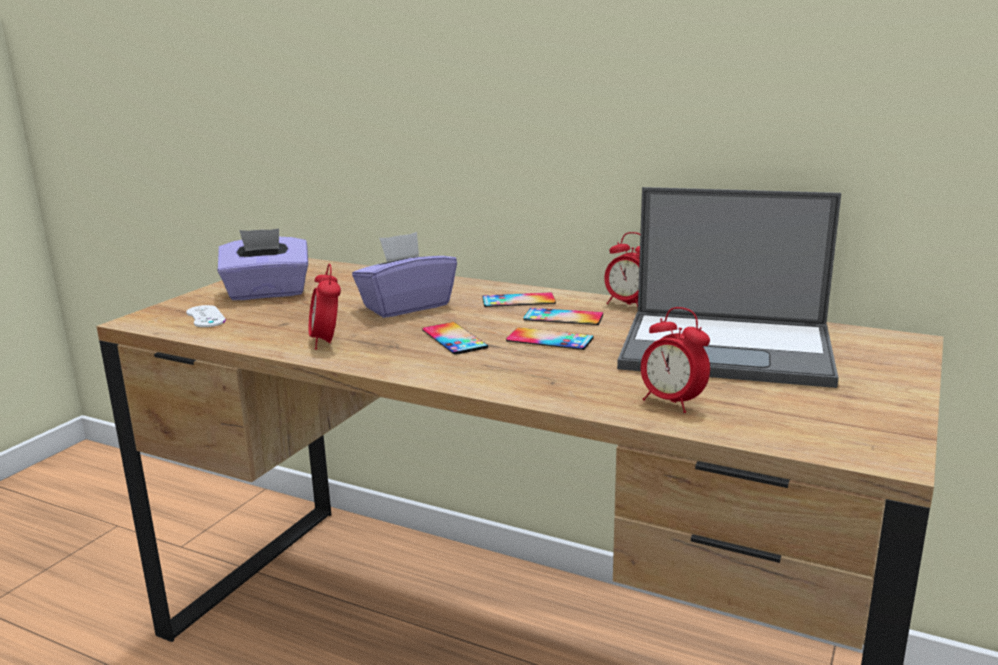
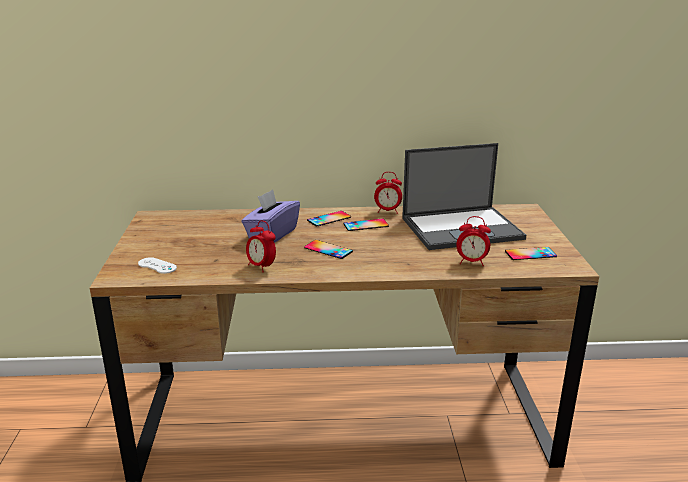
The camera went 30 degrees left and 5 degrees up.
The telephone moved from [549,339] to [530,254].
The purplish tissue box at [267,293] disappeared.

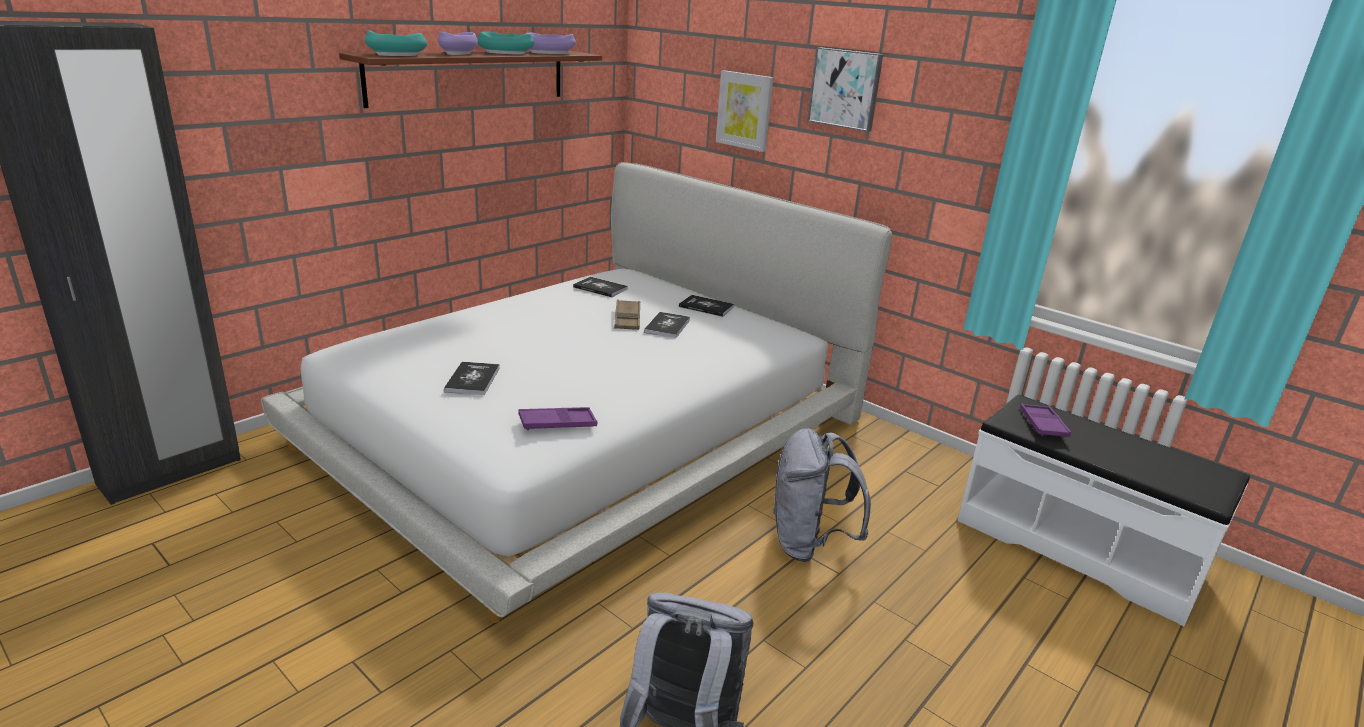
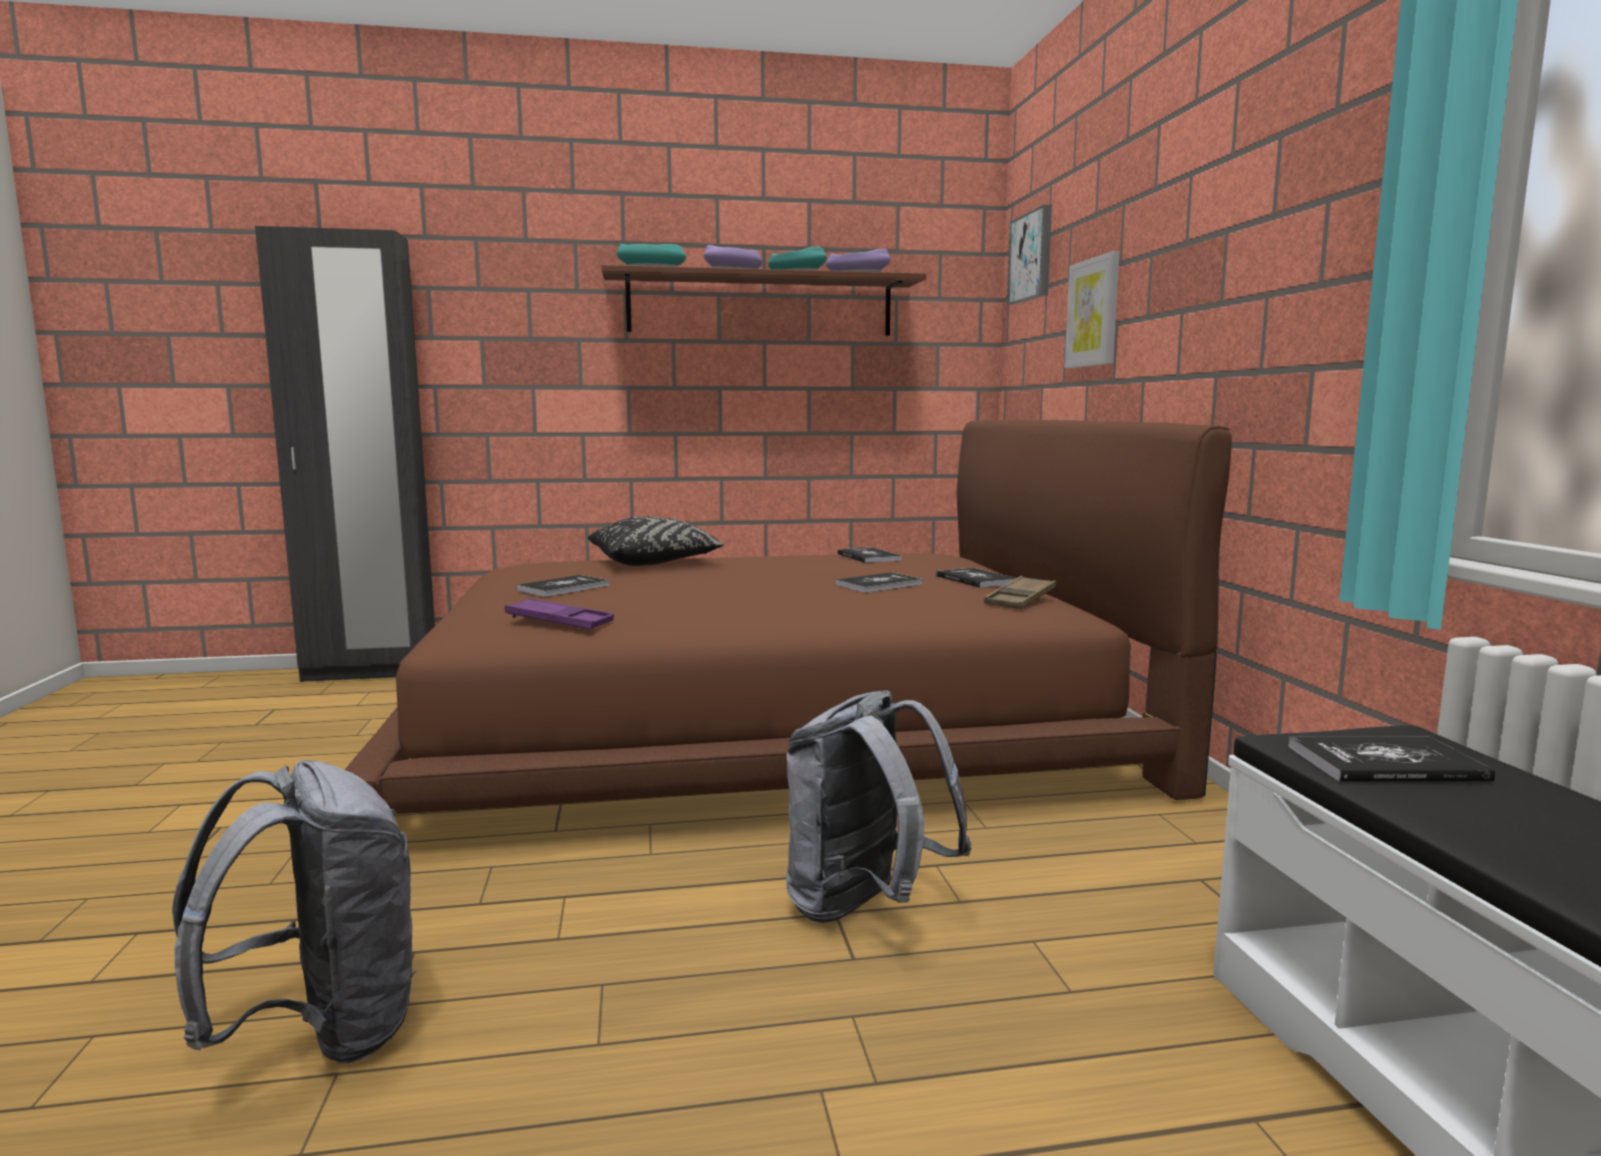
The camera went 40 degrees right and 15 degrees down.
The white bed at [588,428] became the brown-coloured bed at [769,721].
The black-coloured cushion at [655,562] appeared.
The brown-coloured serving tray moved from [627,319] to [1020,600].
The picture moved from [845,88] to [1032,257].
The purplish serving tray at [1042,425] was replaced by the bound book at [1386,763].

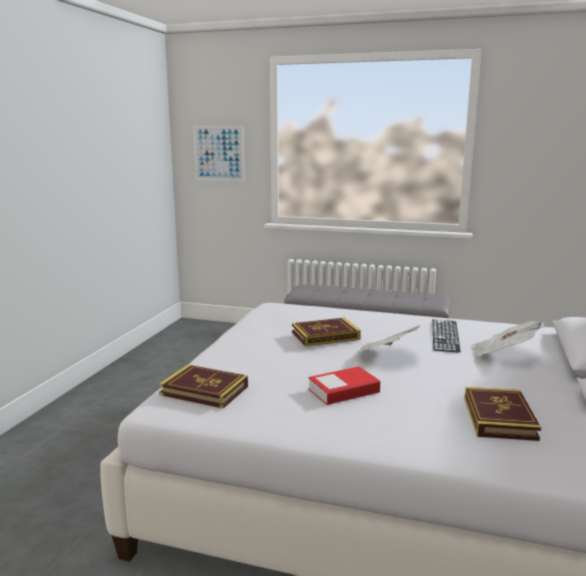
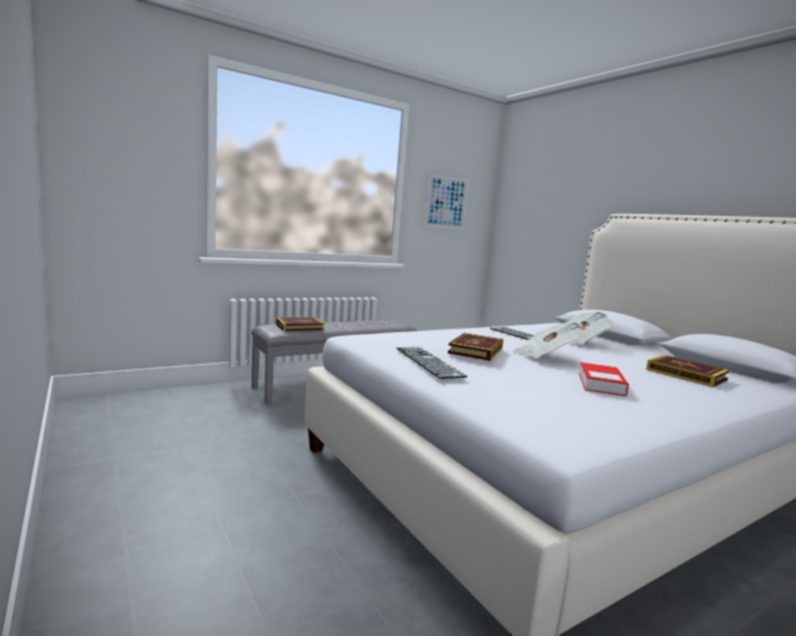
The camera went 50 degrees left and 5 degrees down.
The bound book moved from [204,390] to [300,327].
The computer keyboard at [428,362] appeared.
The picture moved from [219,153] to [446,202].

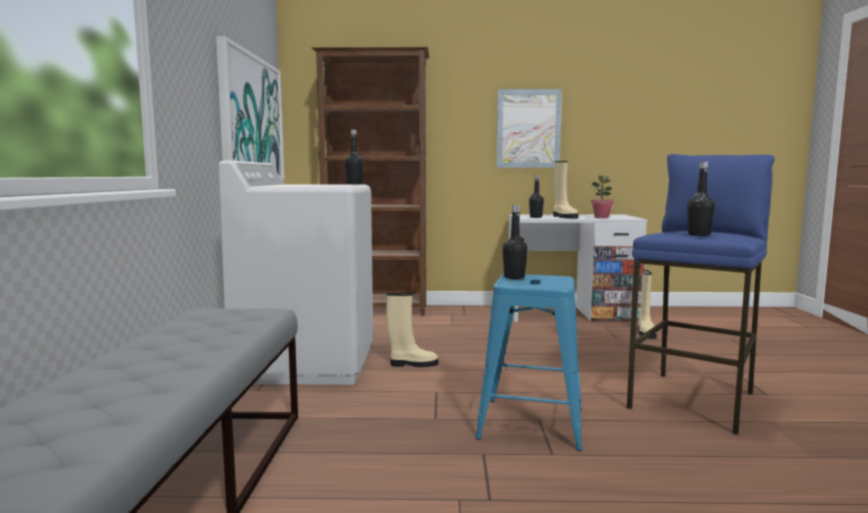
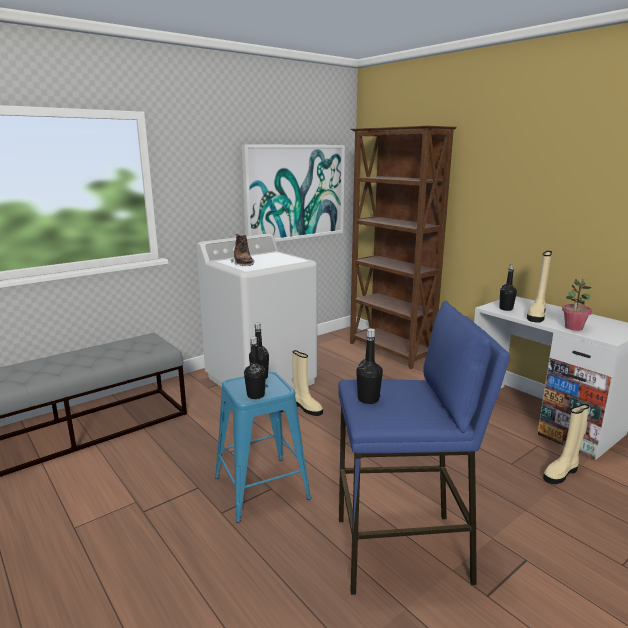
The camera went 50 degrees right and 10 degrees up.
The brown-coloured tall boot at [243,265] appeared.
The black-coloured beverage bottle moved from [354,184] to [255,395].
The picture at [528,129] disappeared.

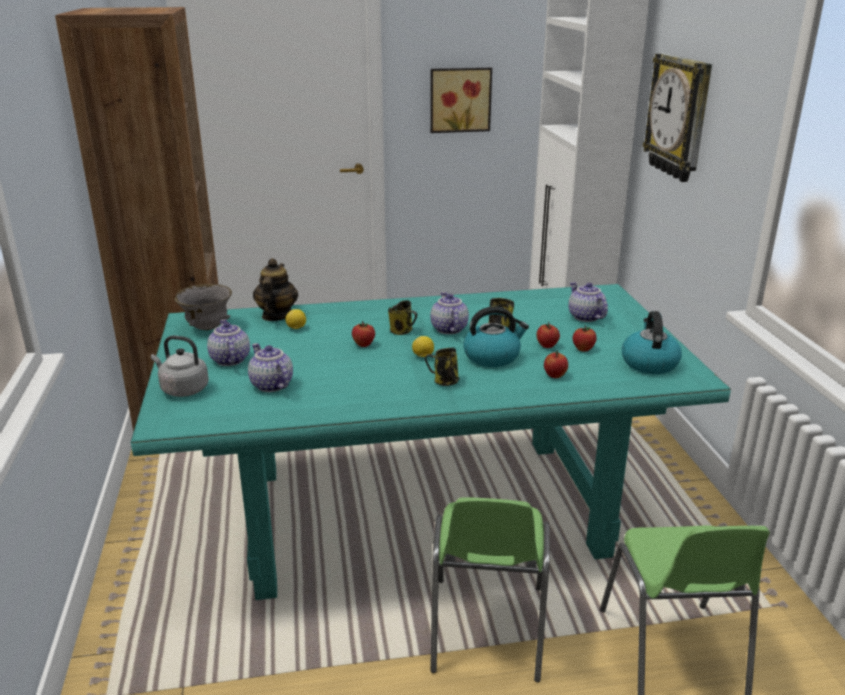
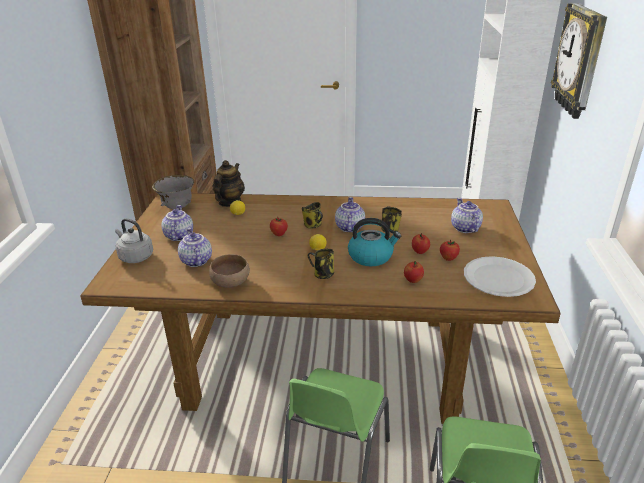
The camera went 15 degrees right and 5 degrees up.
The turquoise dinner table at [420,510] became the brown-coloured dinner table at [322,359].
The brown-coloured bowl at [231,283] appeared.
The water kettle at [649,363] was replaced by the white plate at [498,278].
The picture at [459,99] disappeared.

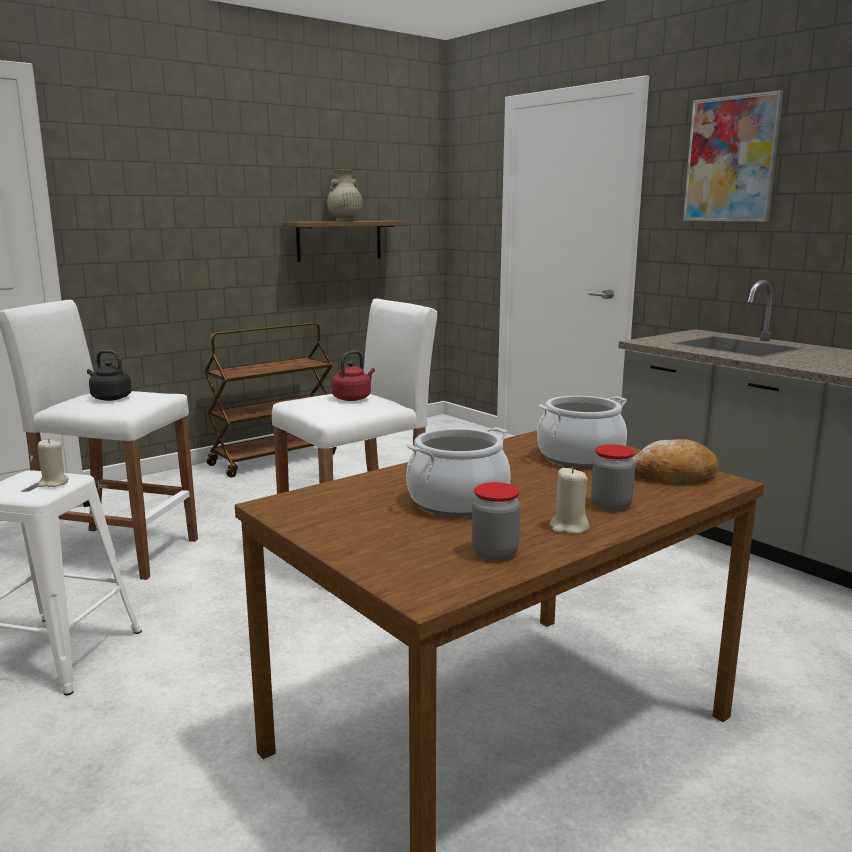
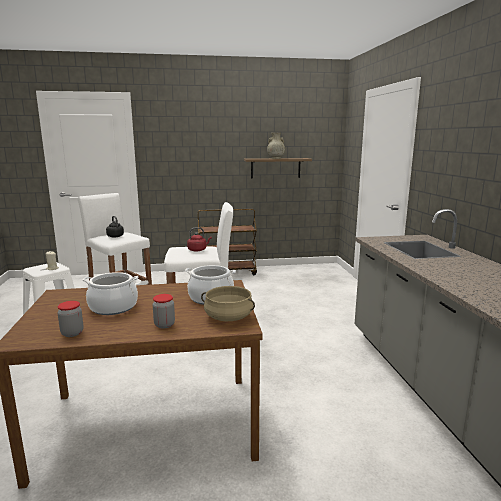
The camera went 30 degrees right and 0 degrees up.
The bread at [672,475] was replaced by the sand-coloured cooking pot at [228,317].
The sand-coloured wax light at [569,527] disappeared.
The picture at [731,159] disappeared.

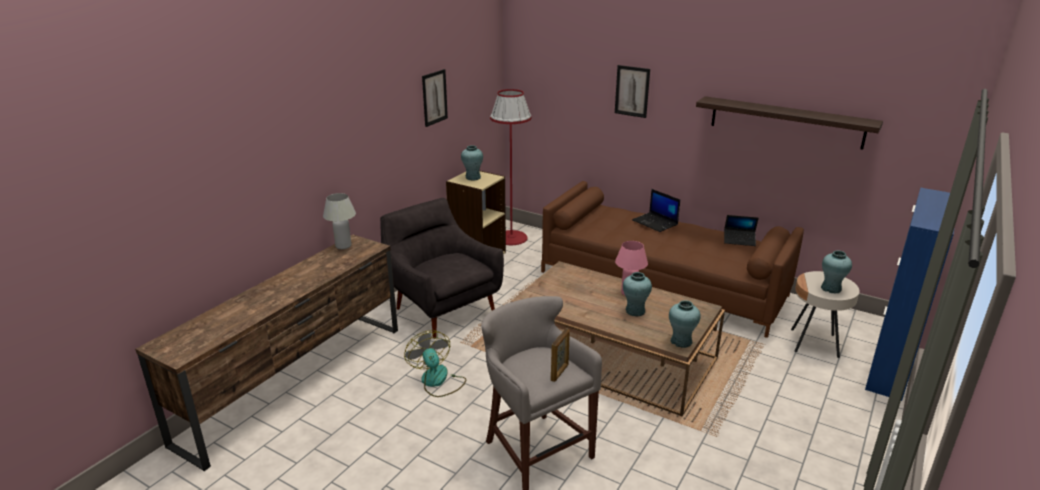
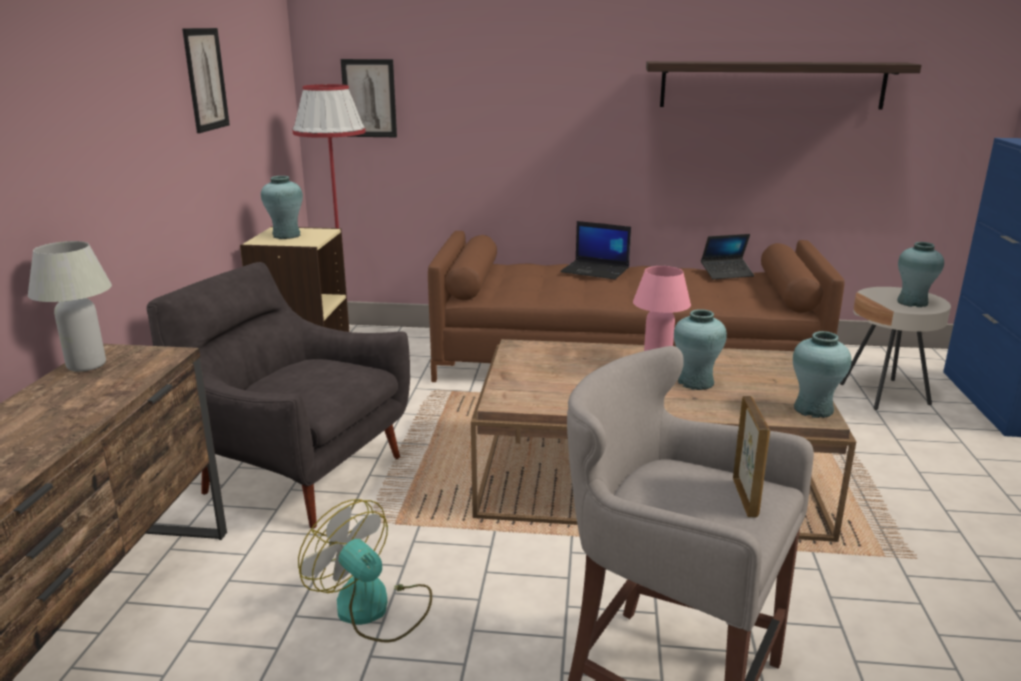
The camera went 25 degrees left and 5 degrees down.
The picture moved from [632,91] to [369,98].

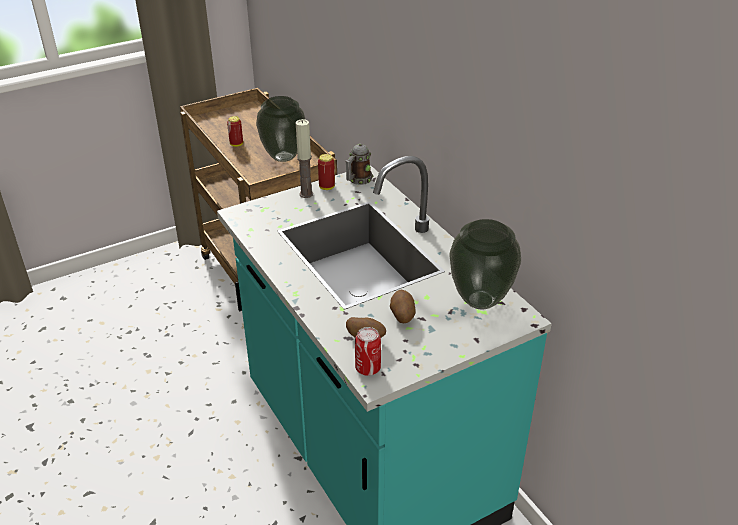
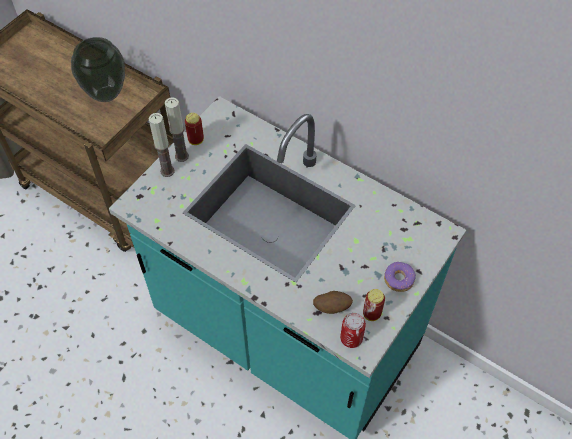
The camera went 25 degrees left and 20 degrees up.
The wax light at [167,171] appeared.
The sealed can moved from [236,144] to [371,314].
The ring doughnut at [399,279] appeared.
The coffee mug at [358,180] disappeared.
The potato at [402,316] disappeared.
The decorative vase at [479,300] disappeared.

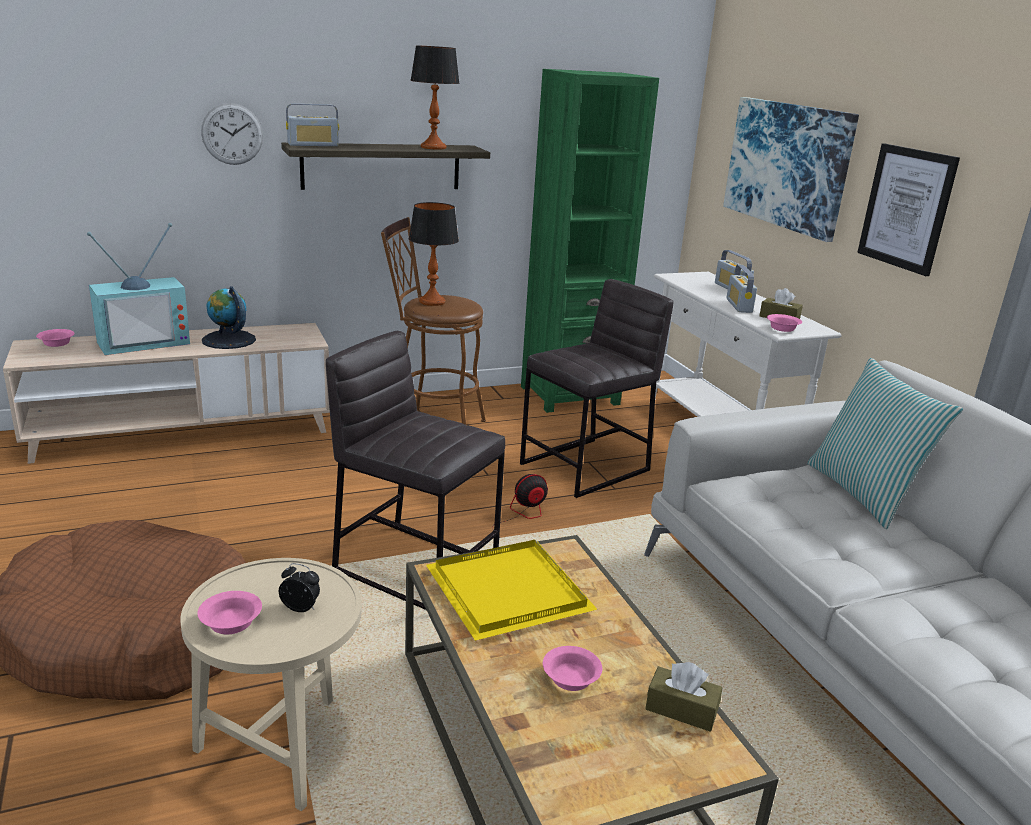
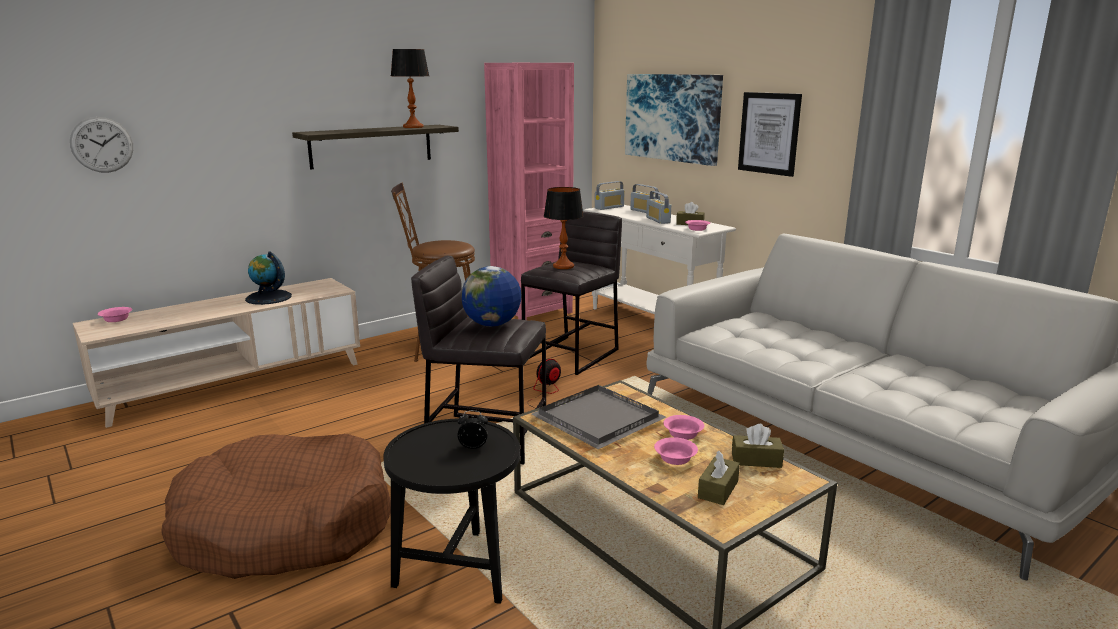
The camera went 15 degrees left and 5 degrees down.
The wall clock moved from [232,134] to [102,145].
The sand-coloured end table at [281,746] became the black-coloured end table at [458,568].
The globe at [492,324] appeared.
The greenish shelving unit at [569,395] became the pink shelving unit at [532,312].
The yellow-coloured serving tray at [505,590] became the greyish serving tray at [595,419].
The lamp for a table moved from [432,302] to [563,266].
The radio set moved from [313,145] to [609,207].
The pink bowl moved from [229,623] to [682,434].
The brown-coloured tissue box at [718,489] appeared.
The TV set at [144,341] disappeared.
The cushion at [863,493] disappeared.

